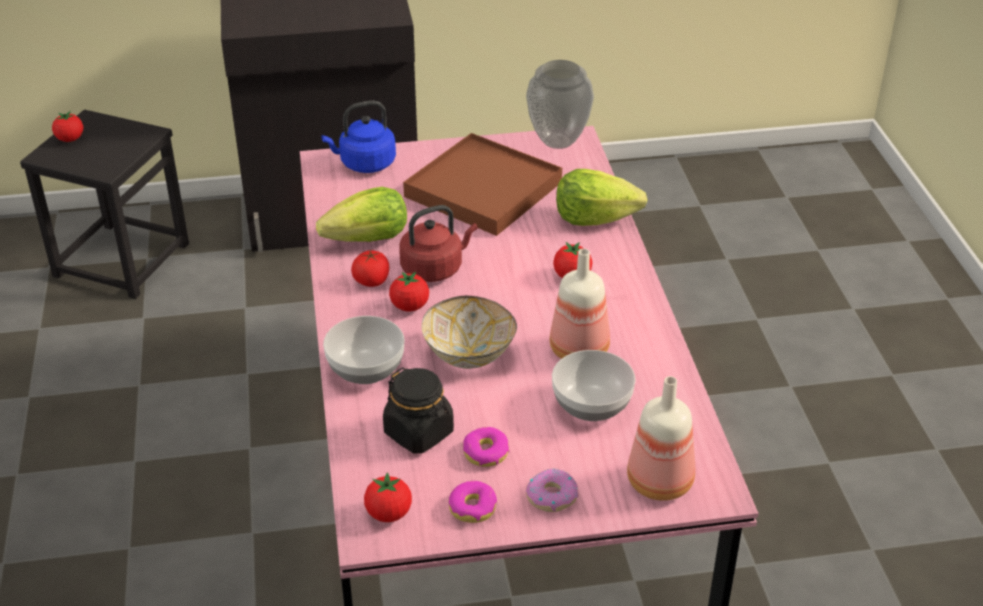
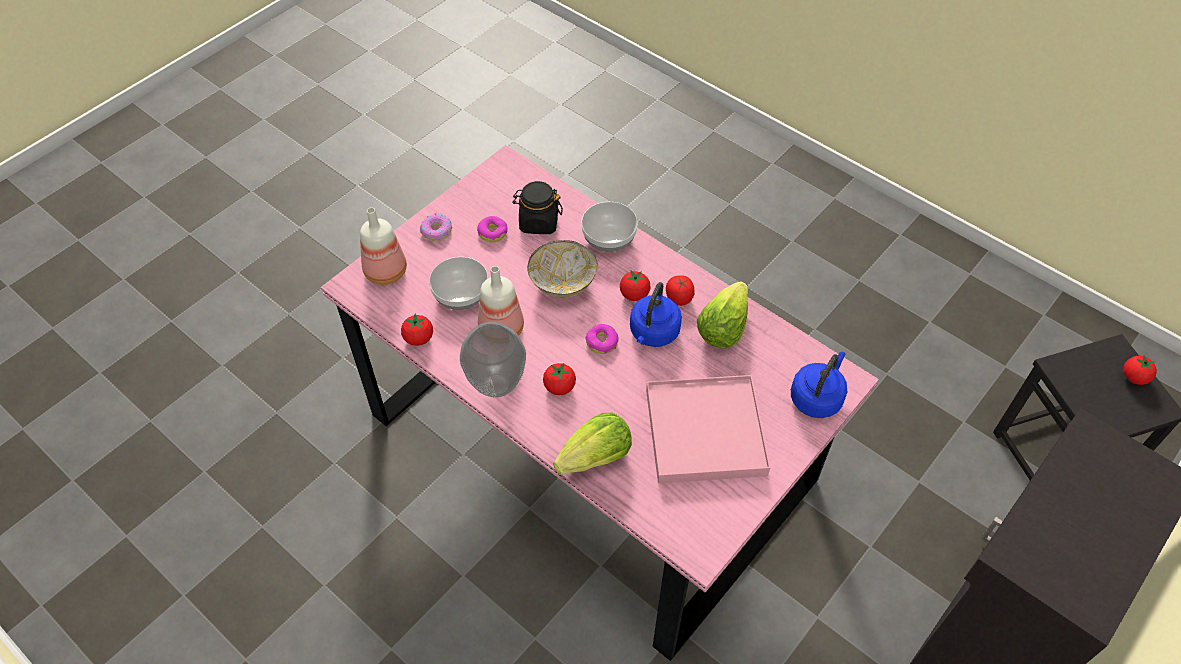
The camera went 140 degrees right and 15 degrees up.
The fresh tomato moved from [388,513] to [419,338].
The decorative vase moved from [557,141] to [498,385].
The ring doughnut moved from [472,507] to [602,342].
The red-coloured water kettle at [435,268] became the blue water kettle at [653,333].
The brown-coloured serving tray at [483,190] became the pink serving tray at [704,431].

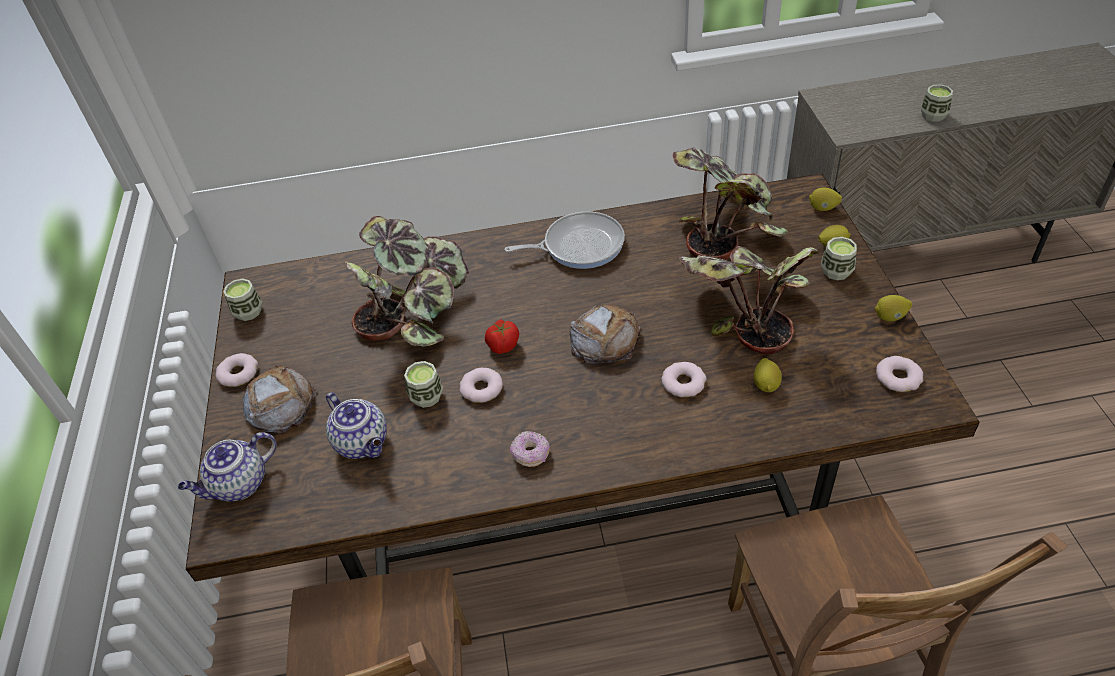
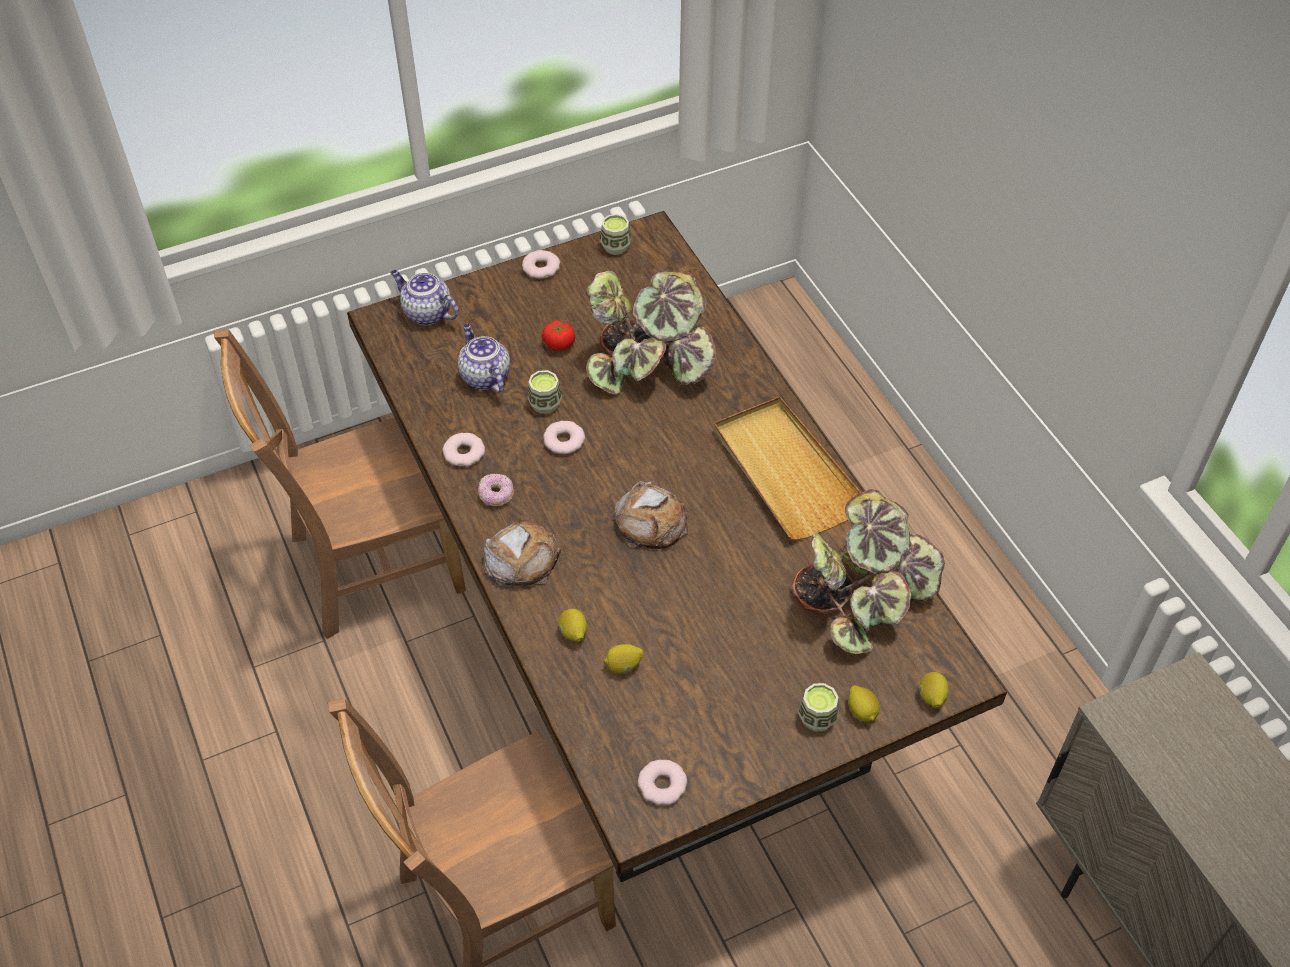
The camera went 70 degrees right and 5 degrees up.
The ring doughnut moved from [683,383] to [464,453].
The teapot at [363,443] turned 120 degrees clockwise.
The bread moved from [280,404] to [522,559].
The fresh tomato moved from [503,346] to [559,344].
The lemon moved from [890,317] to [573,633].
The frying pan at [579,245] was replaced by the sand-coloured serving tray at [786,471].
The potted plant at [741,312] disappeared.
The cup at [933,115] disappeared.

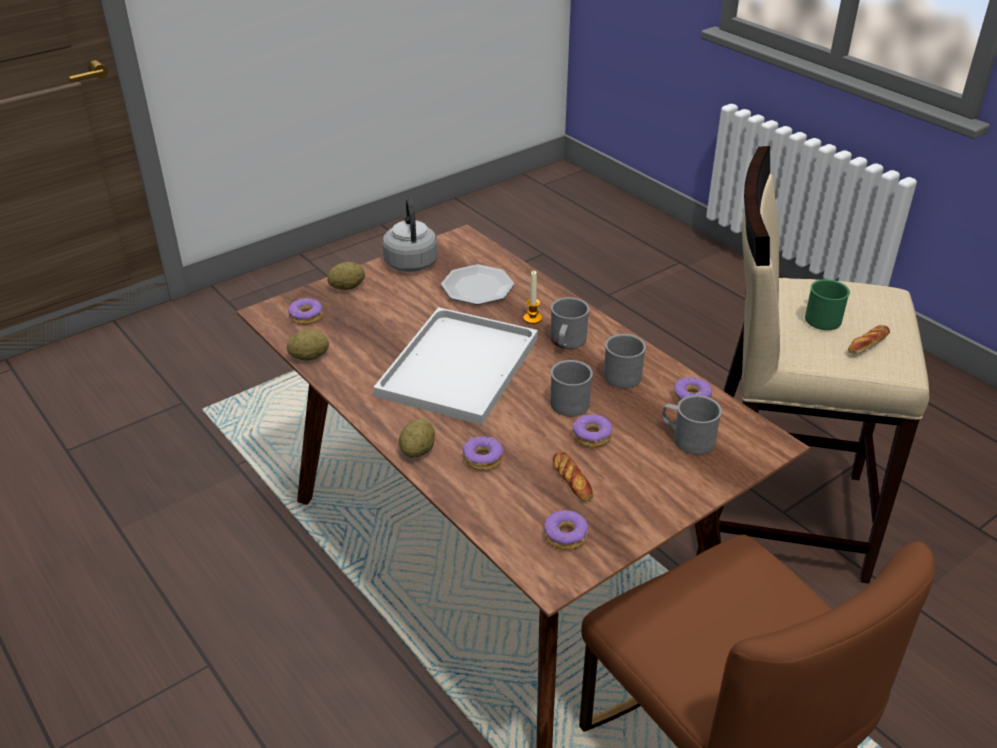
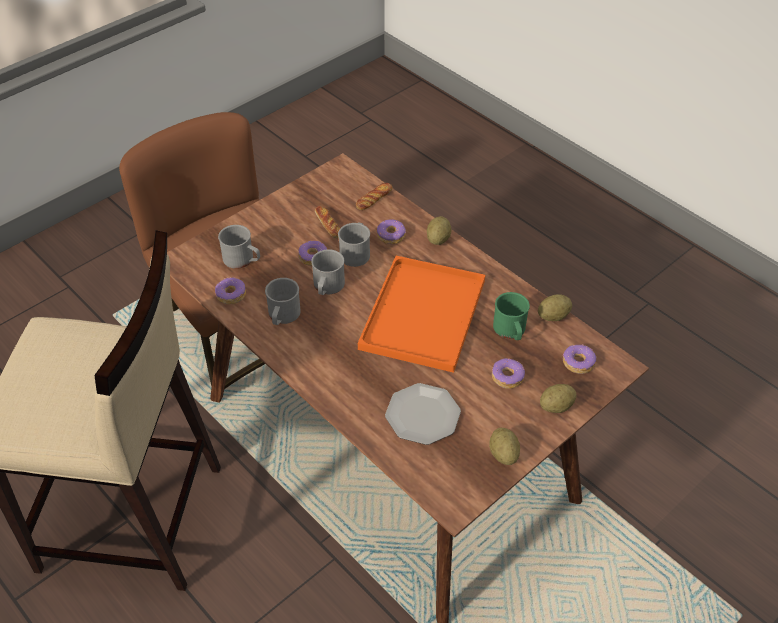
The camera went 175 degrees right and 10 degrees up.
The greyish coffee mug moved from [566,342] to [356,252].
The bread moved from [868,343] to [374,199].
The white serving tray at [458,364] became the orangey serving tray at [424,316].
The greyish water kettle at [410,261] was replaced by the potato at [503,454].
The ring doughnut moved from [565,536] to [507,377].
The greenish coffee mug moved from [820,316] to [510,331].
The wax light at [532,318] disappeared.

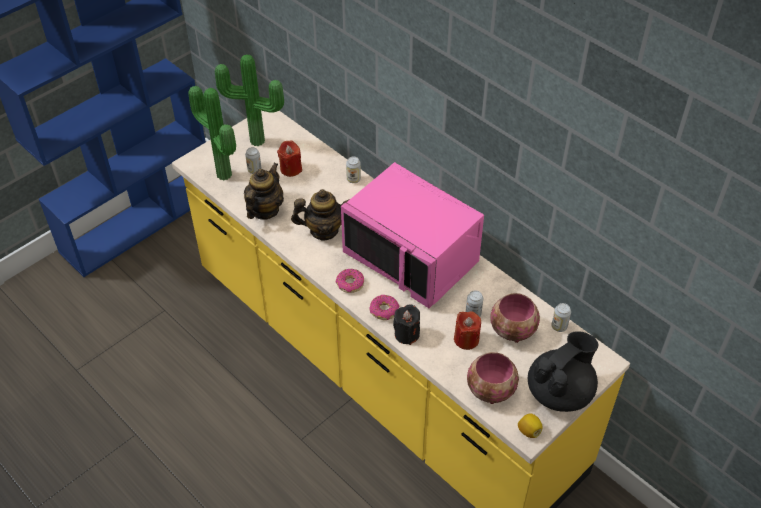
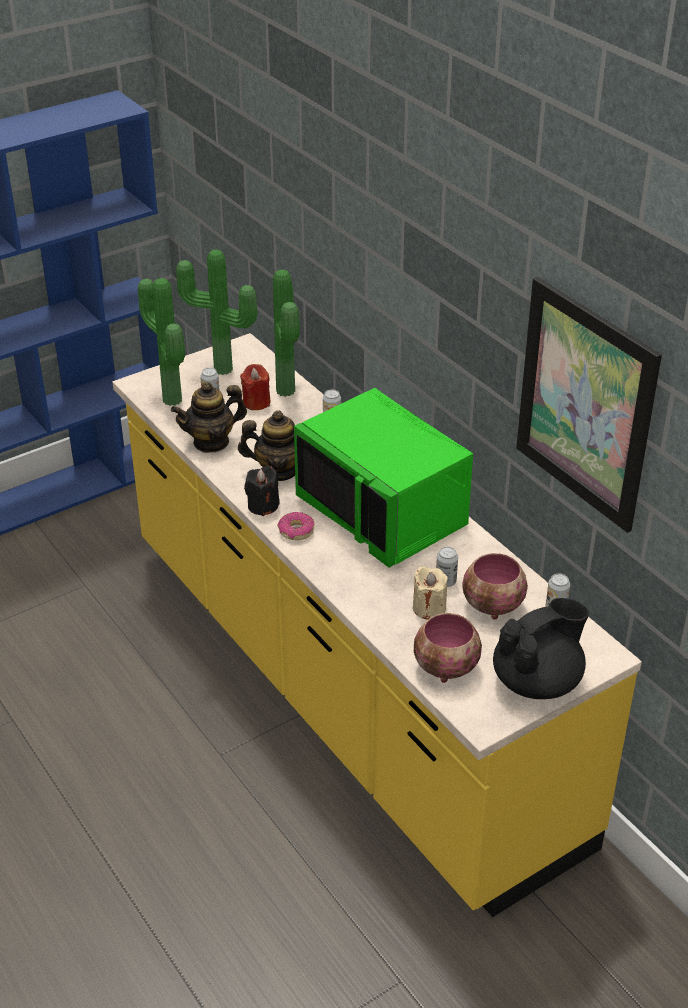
The camera went 10 degrees right and 10 degrees down.
The teapot at [264,210] turned 150 degrees counterclockwise.
The black-coloured wax light moved from [407,334] to [263,506].
The potted plant at [289,390] appeared.
The pink kitchen microwave at [412,257] became the greenish kitchen microwave at [383,512].
The red-coloured wax light at [466,339] became the sand-coloured wax light at [429,608].
The picture at [585,404] appeared.
The ring doughnut at [384,311] disappeared.
The lemon at [529,431] disappeared.

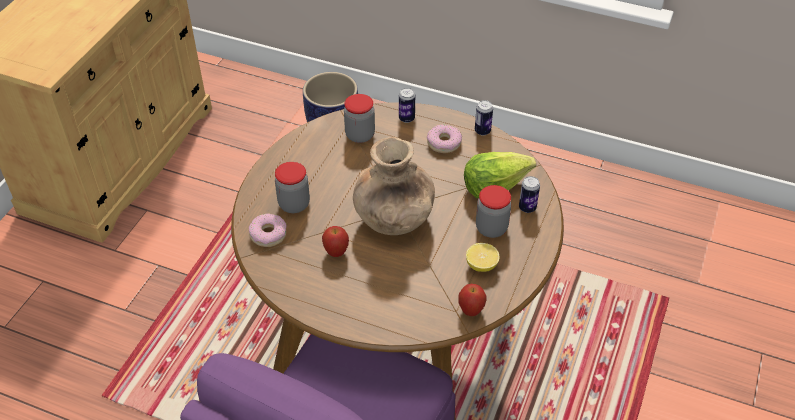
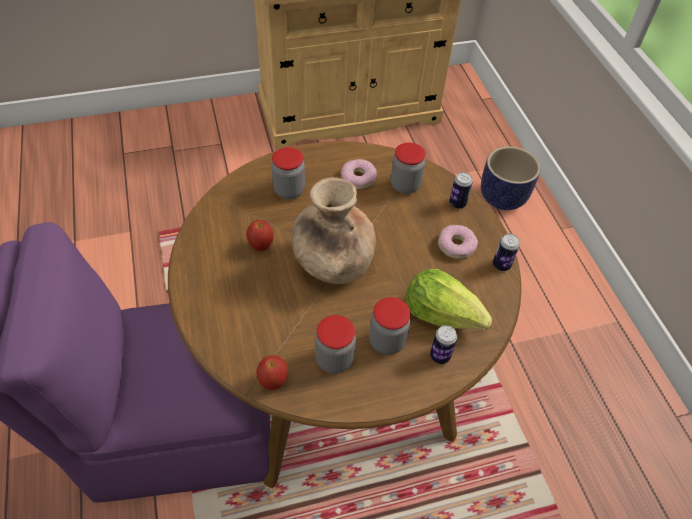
The camera went 50 degrees right and 5 degrees up.
The lemon at [481,265] was replaced by the preserve jar at [334,359].
The ring doughnut moved from [268,234] to [358,178].

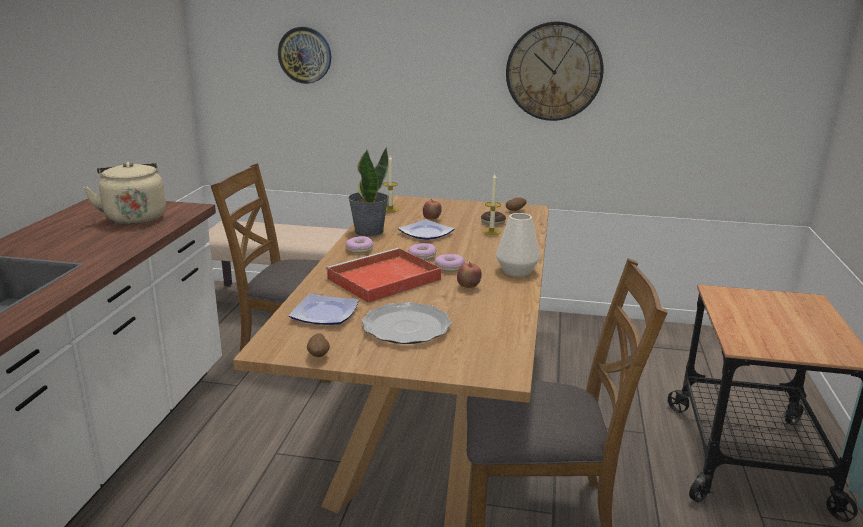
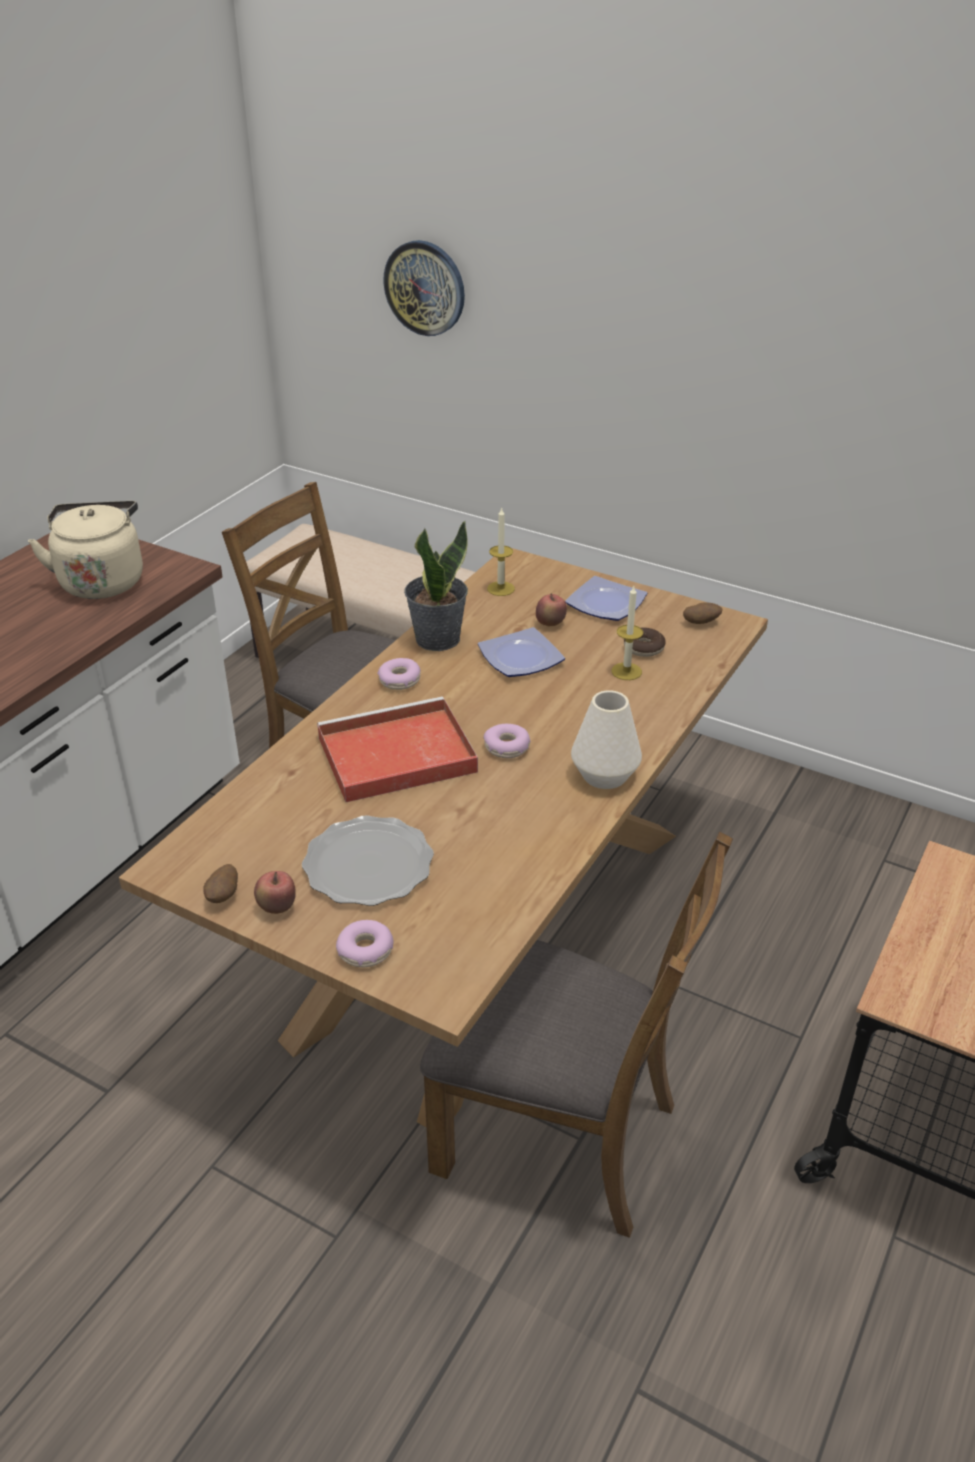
The camera went 20 degrees right and 15 degrees up.
The apple moved from [468,287] to [277,908].
The ring doughnut moved from [422,257] to [365,950].
The plate moved from [324,313] to [605,603].
The wall clock at [554,71] disappeared.

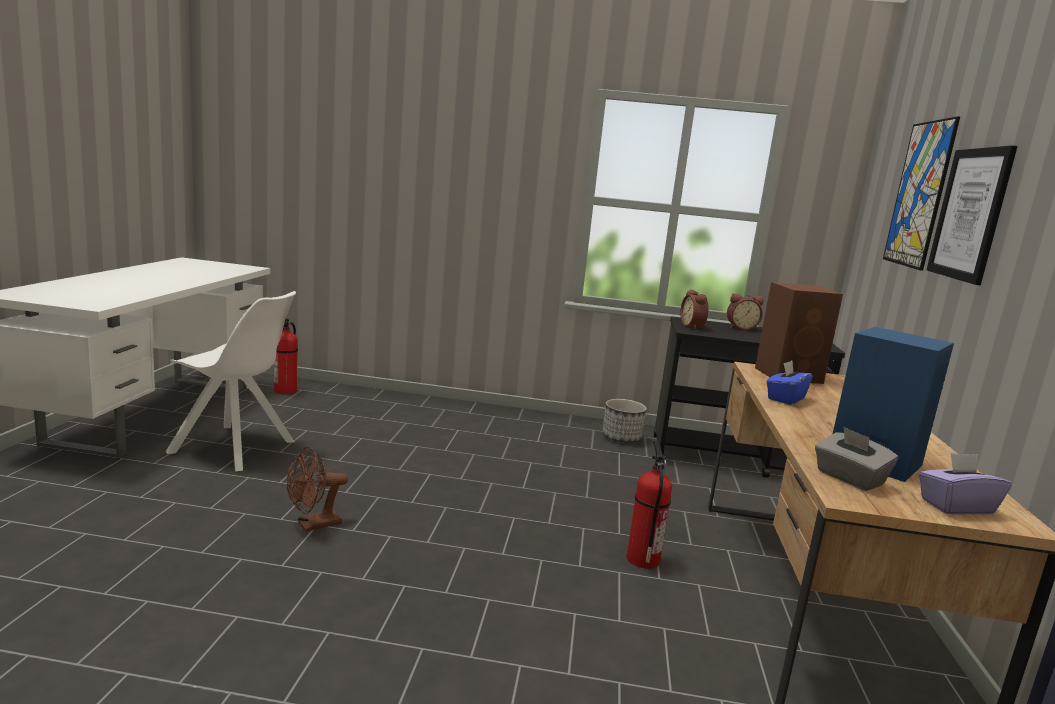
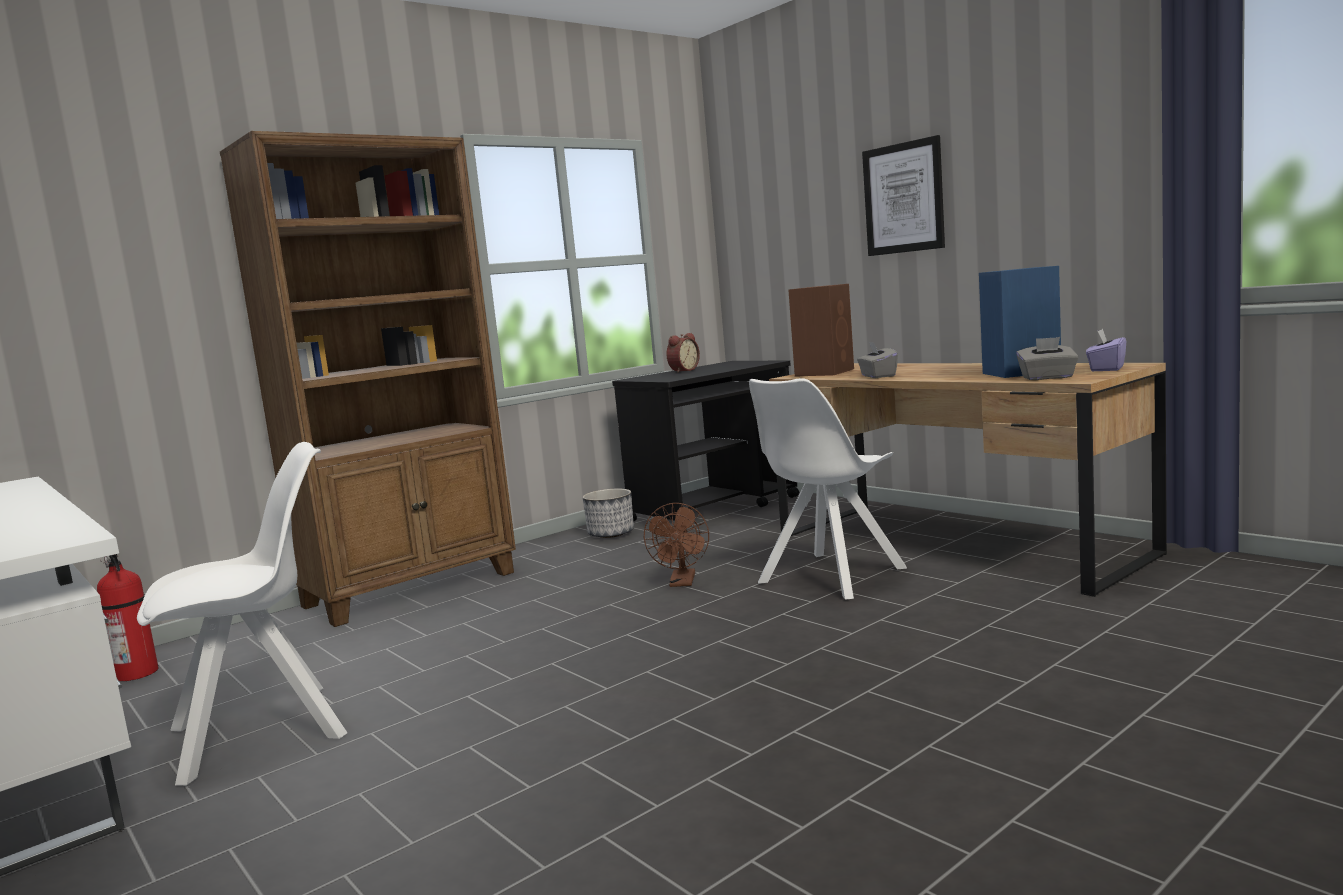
The camera went 45 degrees left and 5 degrees down.
The brown-coloured shelving unit at [412,589] appeared.
The brown-coloured fan moved from [313,525] to [682,583].
The extinguisher at [642,558] was replaced by the white plain chair at [829,577].
The blue tissue box at [785,398] became the greyish tissue box at [877,376].
The table clock at [693,326] disappeared.
The picture at [919,194] disappeared.

